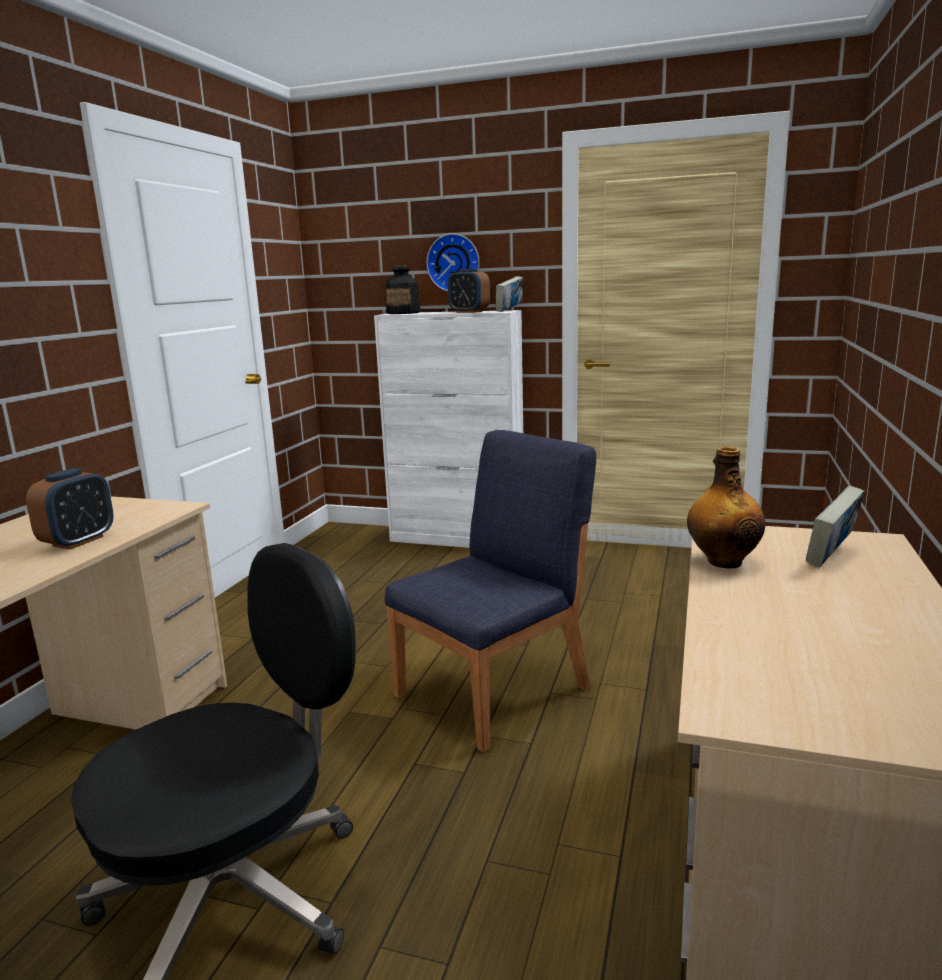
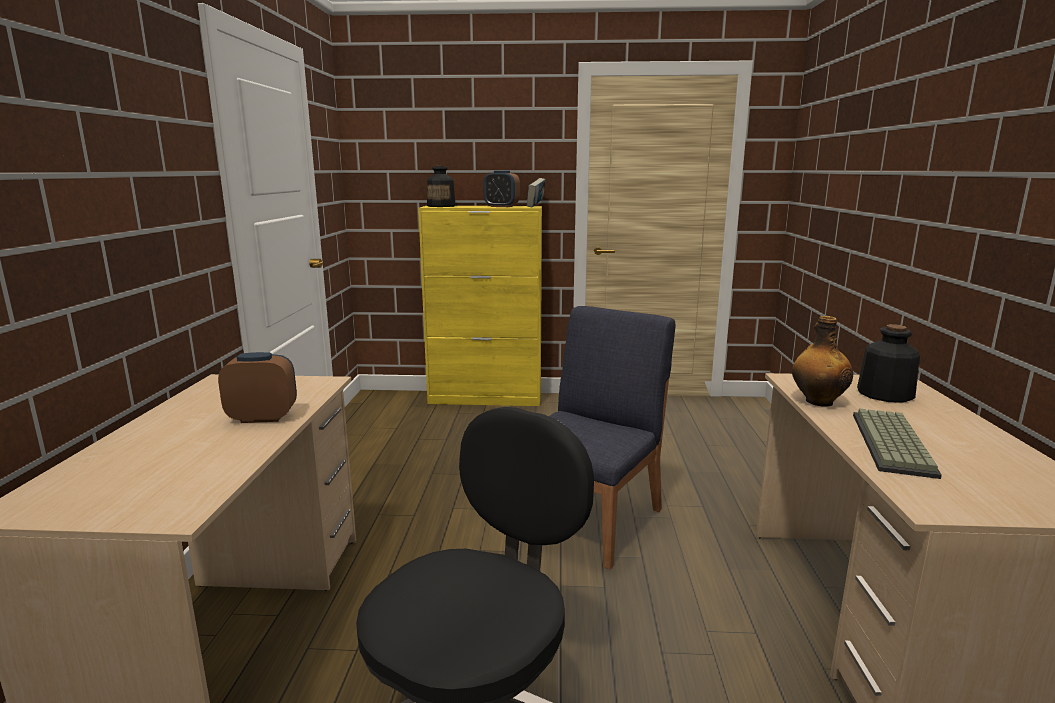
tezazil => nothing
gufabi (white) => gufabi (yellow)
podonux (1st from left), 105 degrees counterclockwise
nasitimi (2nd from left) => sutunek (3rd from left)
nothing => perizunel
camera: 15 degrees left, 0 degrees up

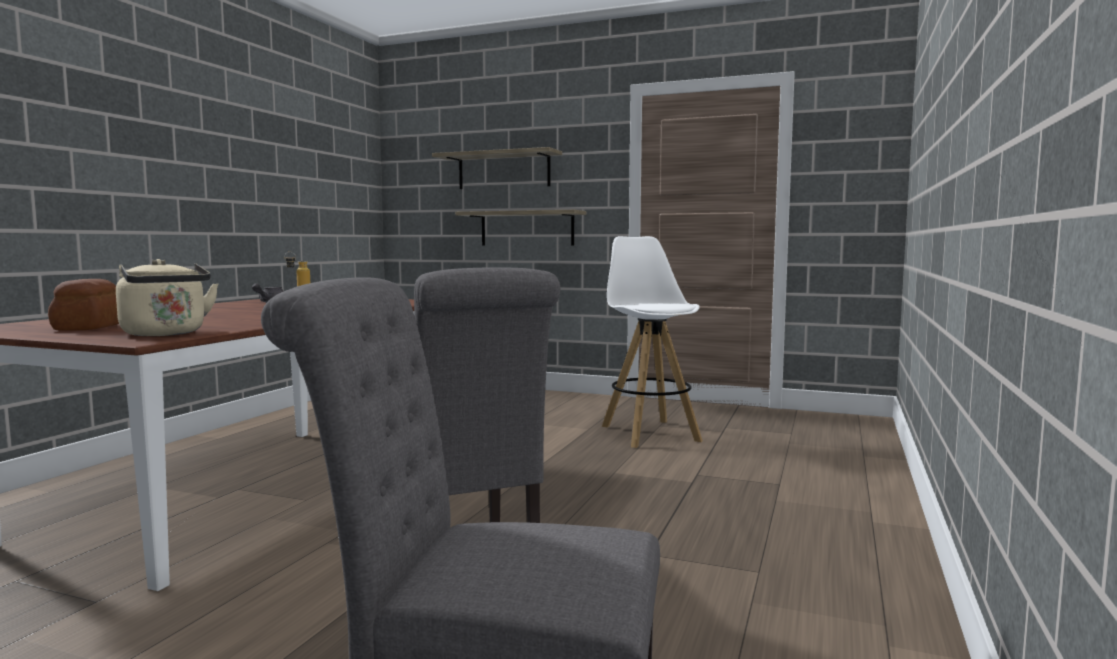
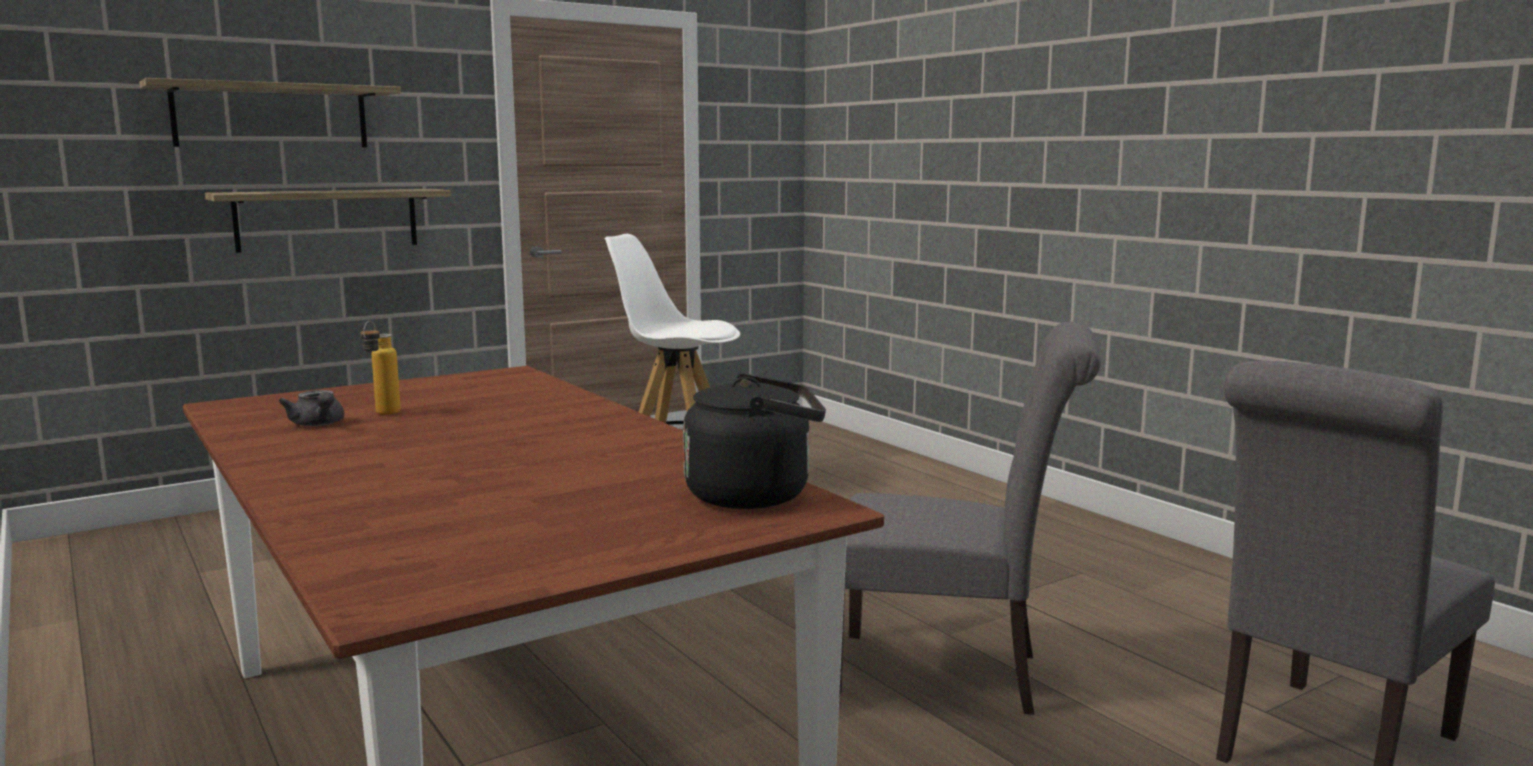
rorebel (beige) => rorebel (black)
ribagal => nothing
camera: 55 degrees left, 5 degrees up

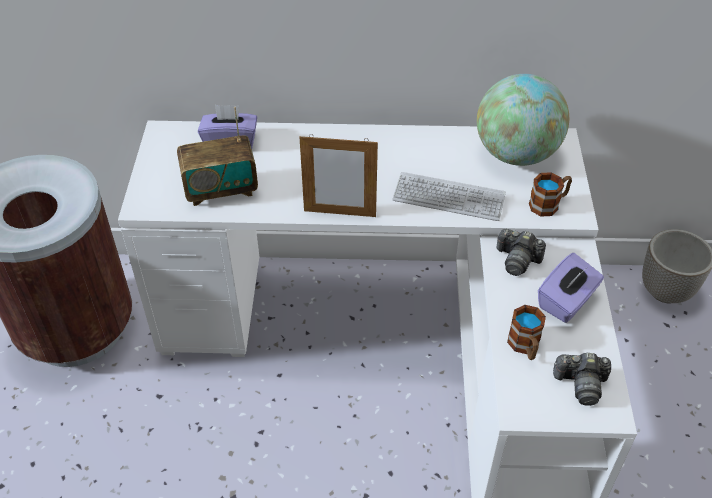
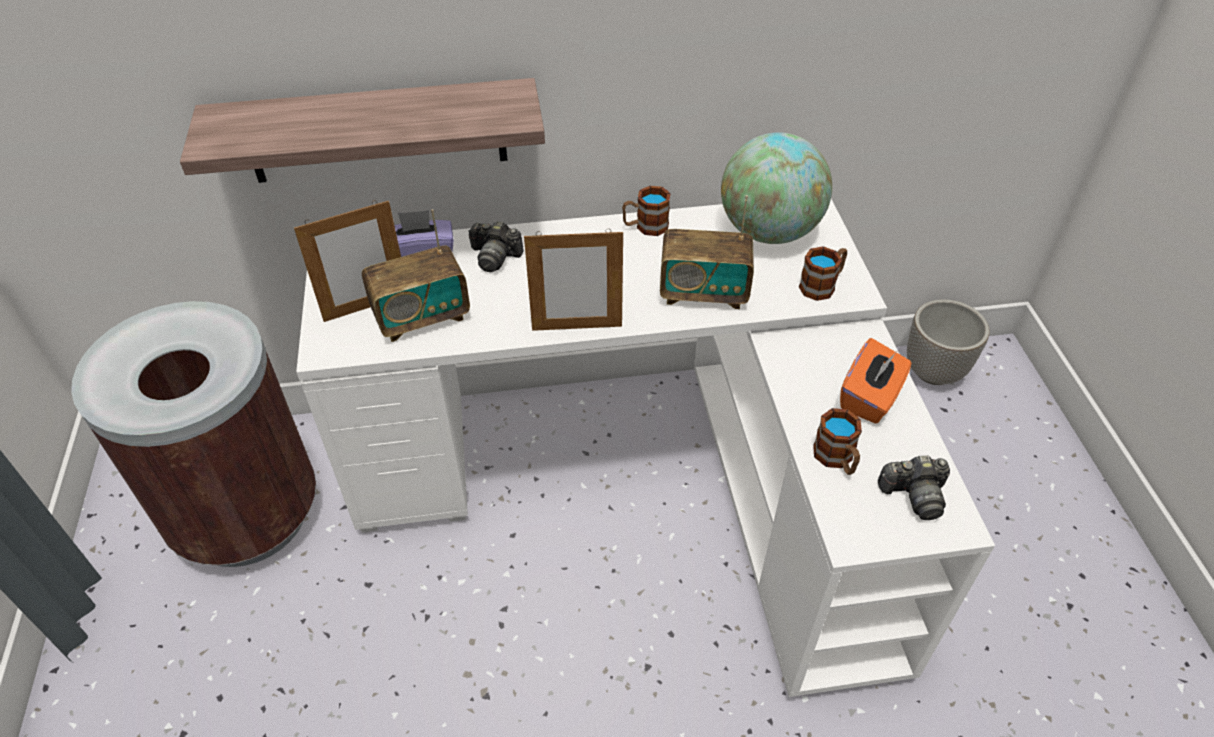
perizunel => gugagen (2nd from left)
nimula (1st from left), moved
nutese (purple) (2nd from left) => nutese (orange)
nothing => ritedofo
nothing => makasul (1st from left)
nothing => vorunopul (1st from left)
camera: 10 degrees left, 0 degrees up

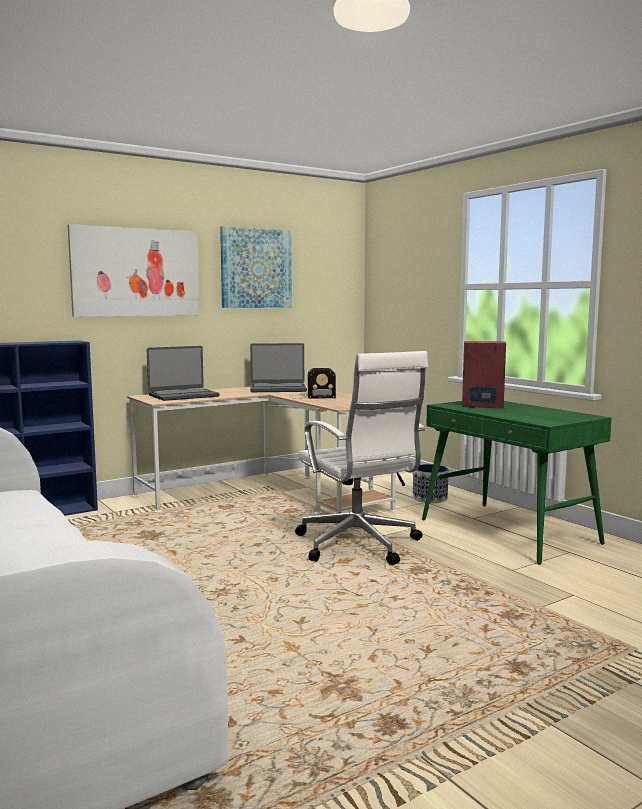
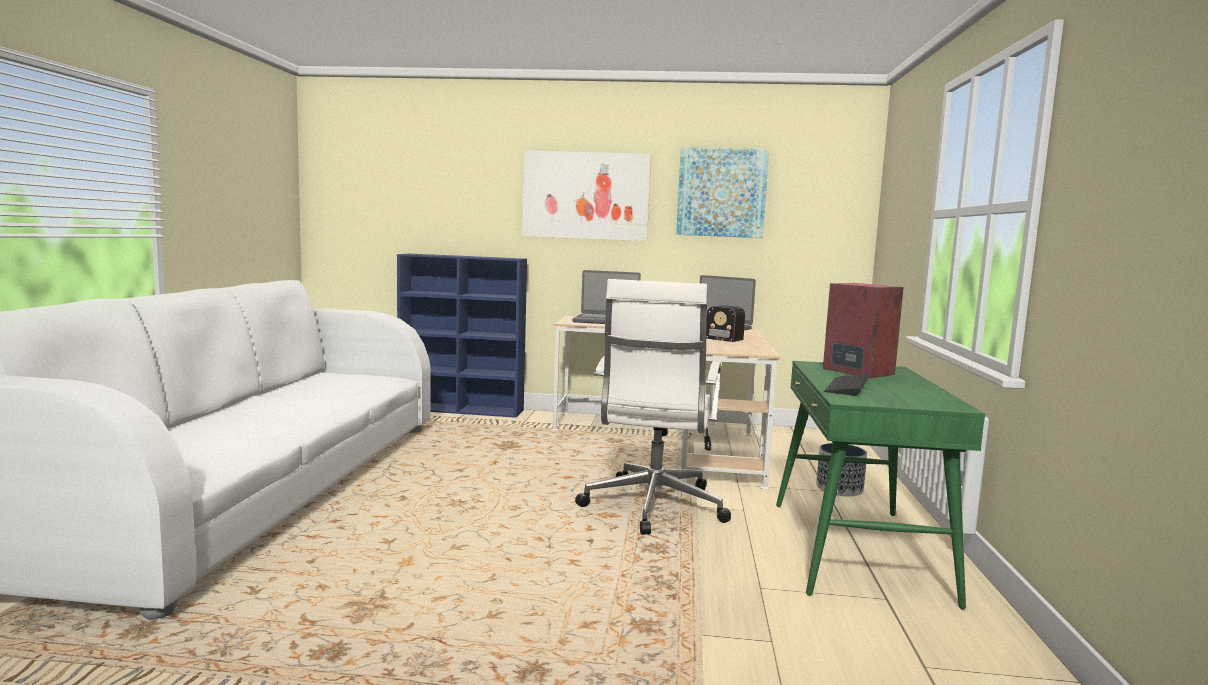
nothing => perizunel
camera: 40 degrees right, 0 degrees up

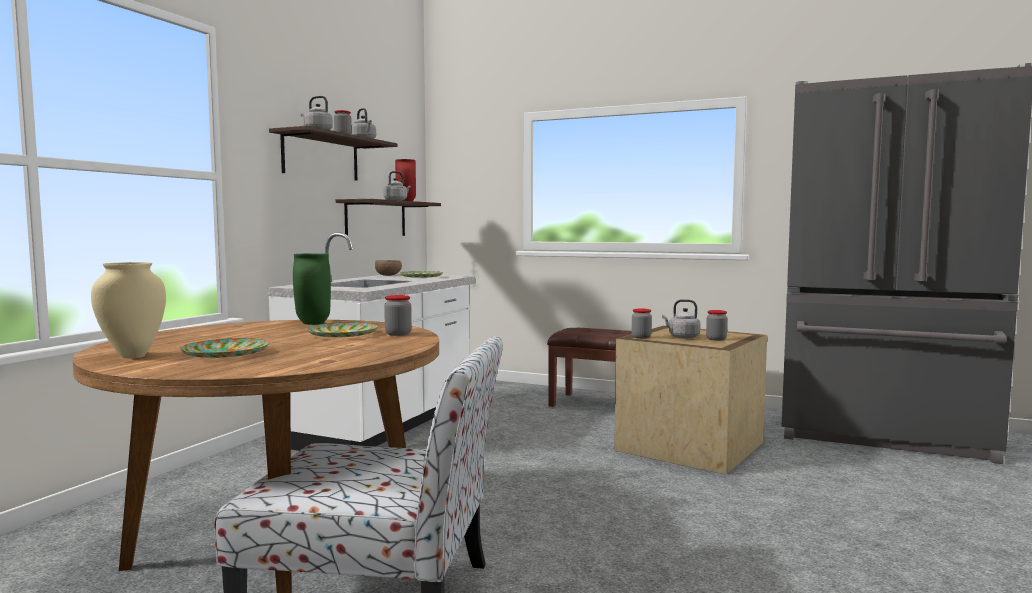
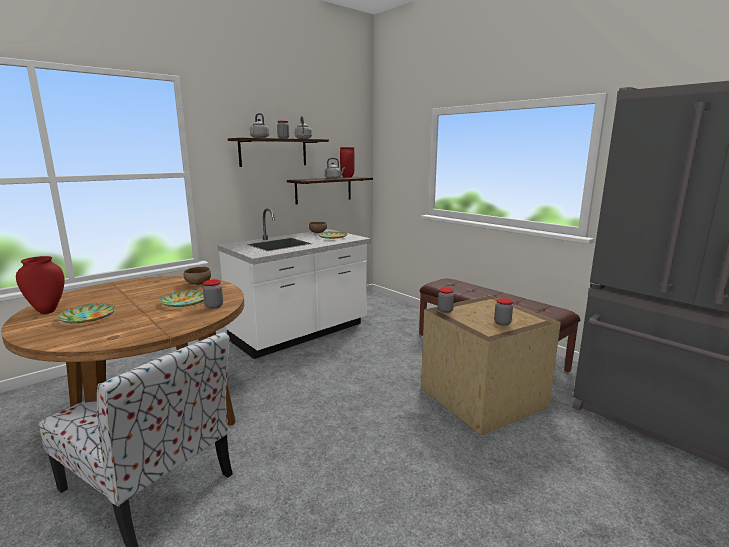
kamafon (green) => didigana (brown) (1st from left)
kamafon (beige) => kamafon (red) (1st from left)
rorebel (grey) (4th from left) => nothing
camera: 25 degrees right, 10 degrees up

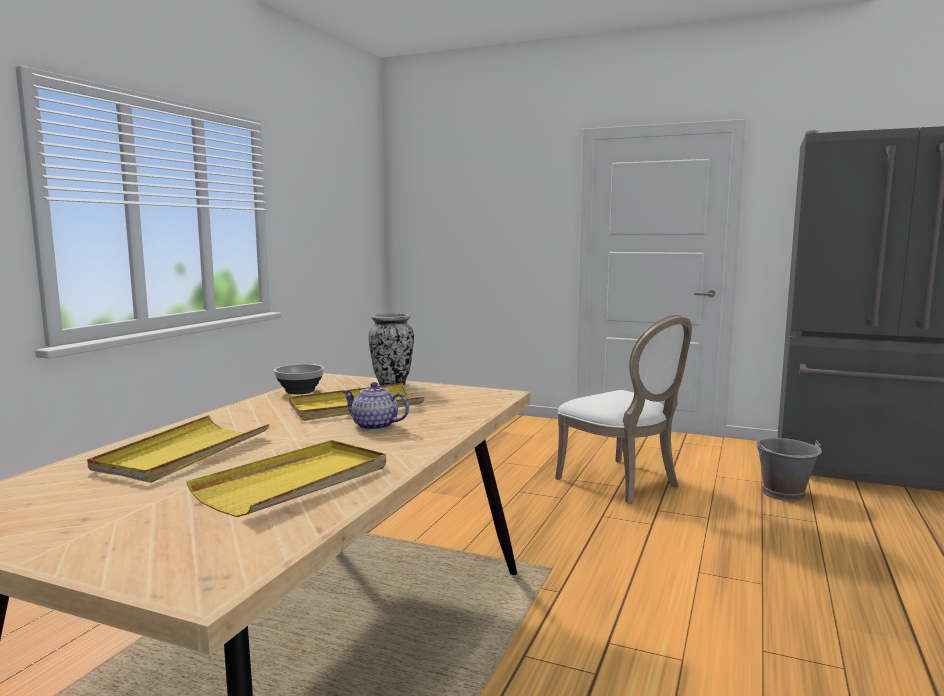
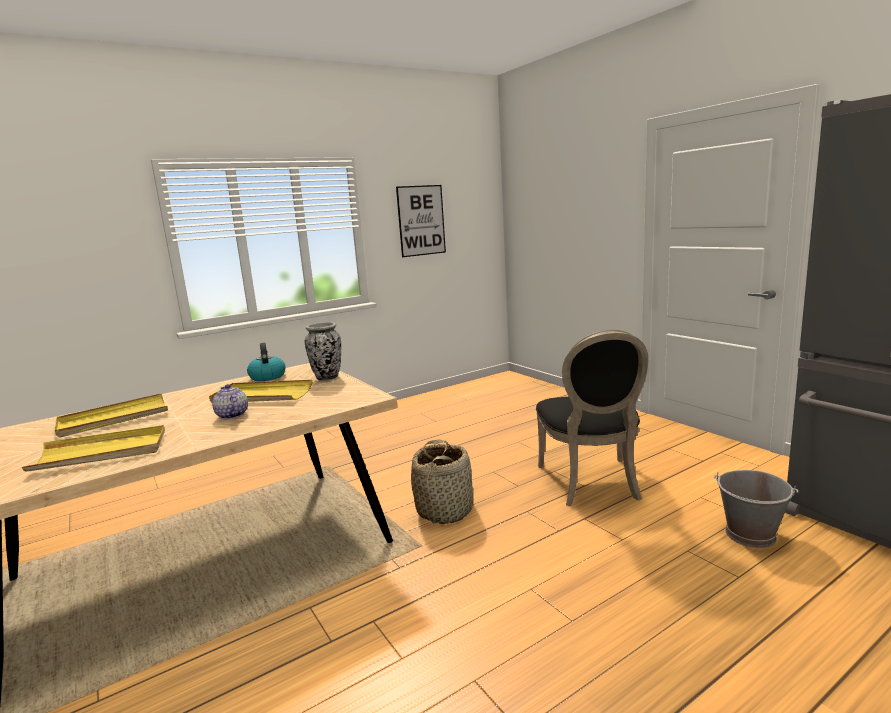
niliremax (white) => niliremax (black)
didigana => rorebel
nothing => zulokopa
nothing => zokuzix
camera: 35 degrees right, 5 degrees up

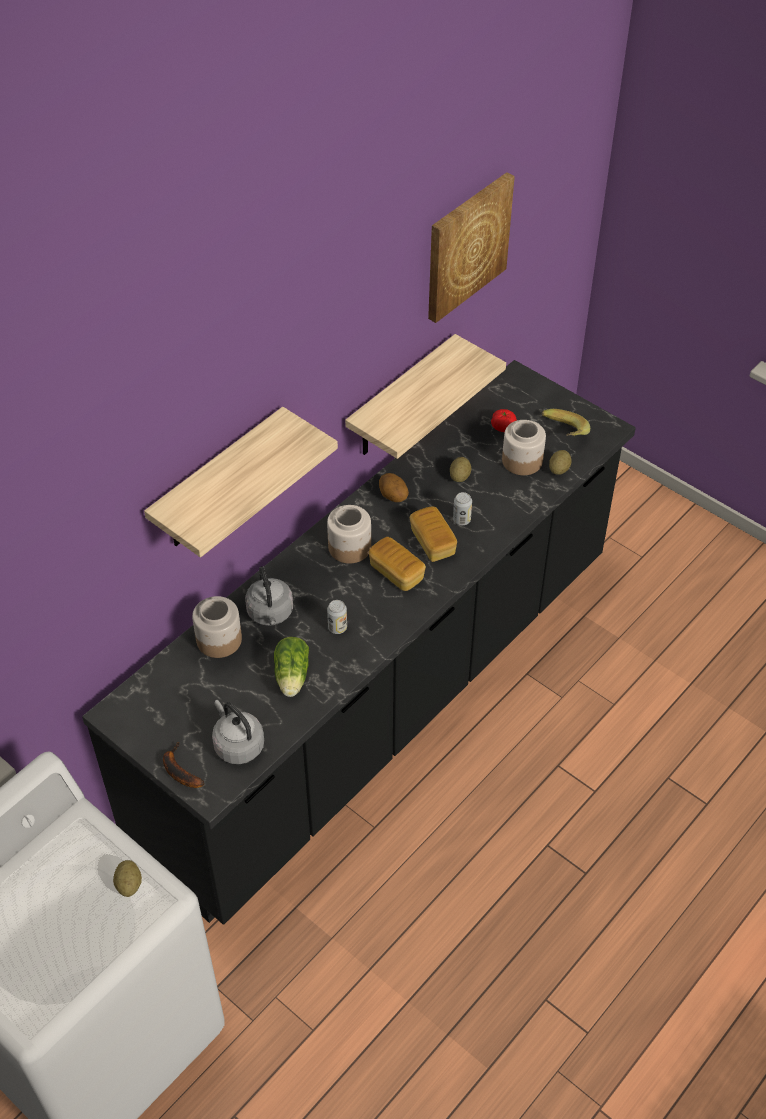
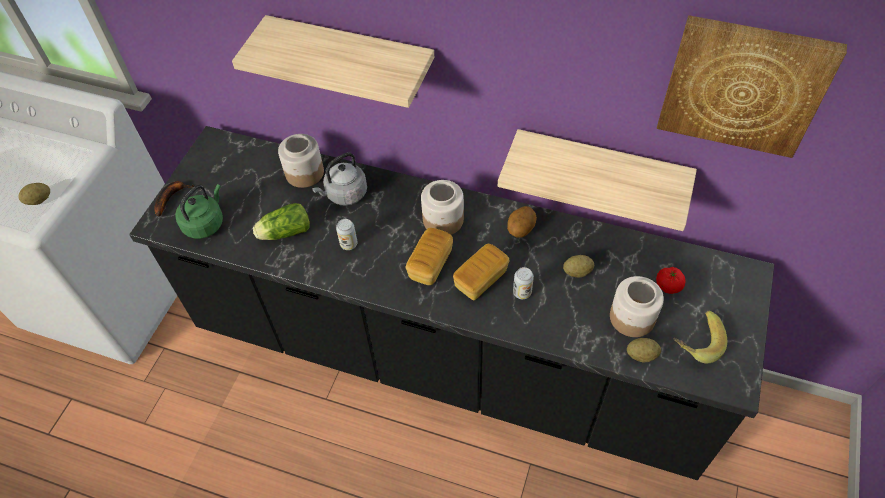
rorebel (grey) (1st from left) => rorebel (green)
camera: 70 degrees right, 5 degrees up

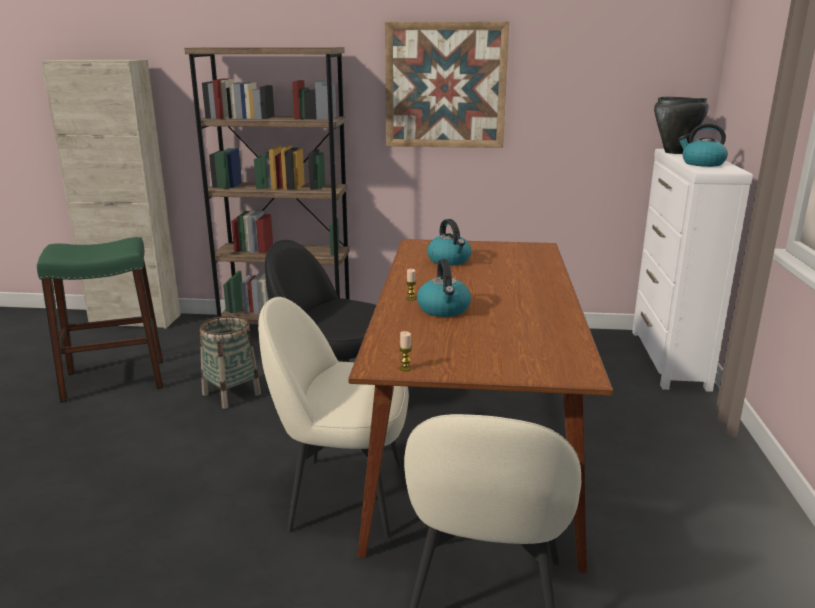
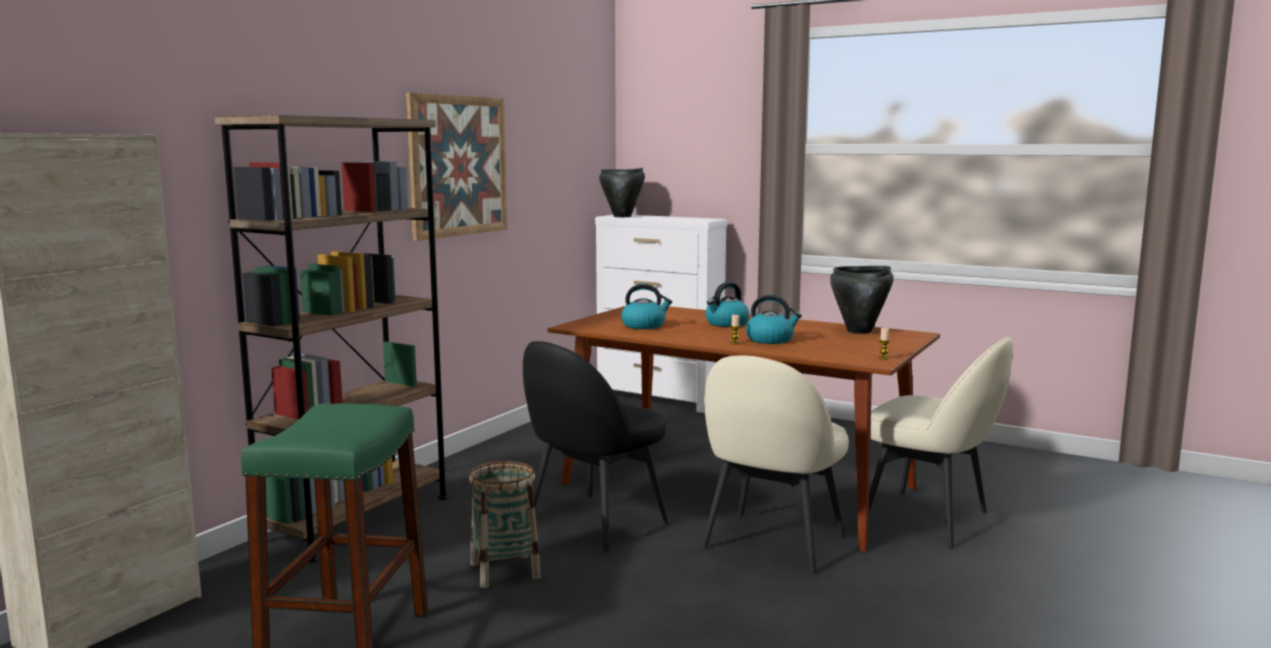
rorebel (3rd from left in the first image) => rorebel (2nd from left), moved
nothing => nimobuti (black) (2nd from left)
camera: 65 degrees left, 10 degrees down

